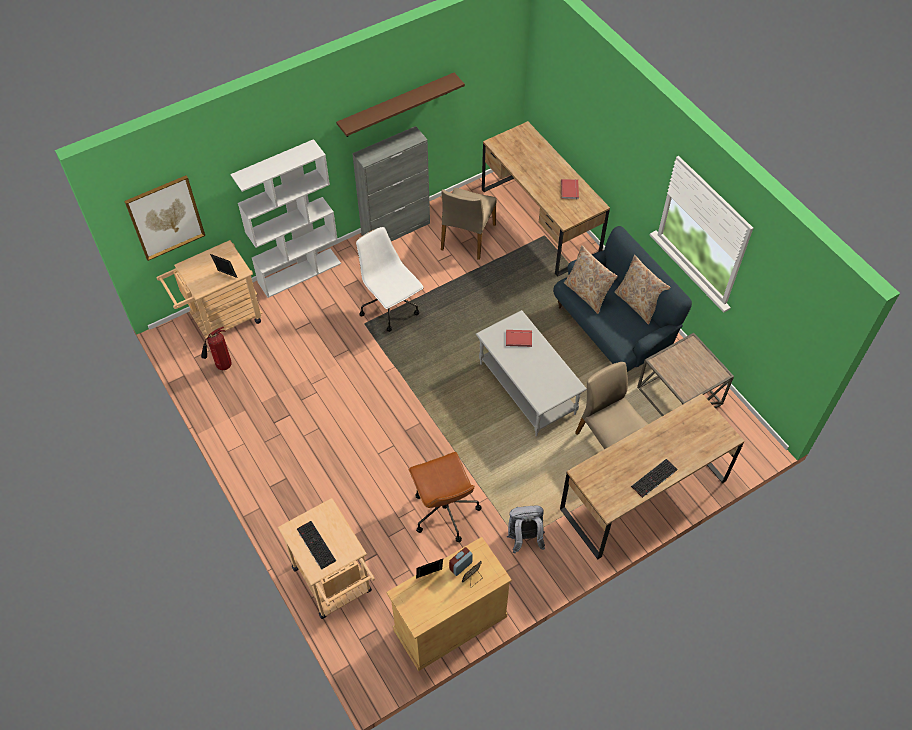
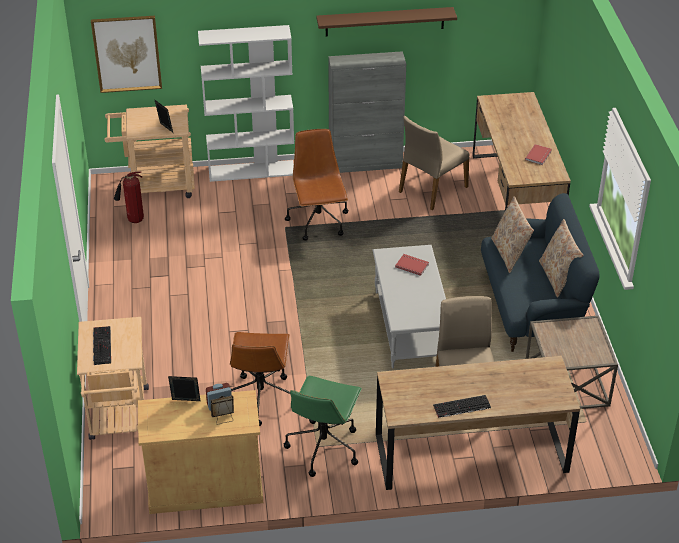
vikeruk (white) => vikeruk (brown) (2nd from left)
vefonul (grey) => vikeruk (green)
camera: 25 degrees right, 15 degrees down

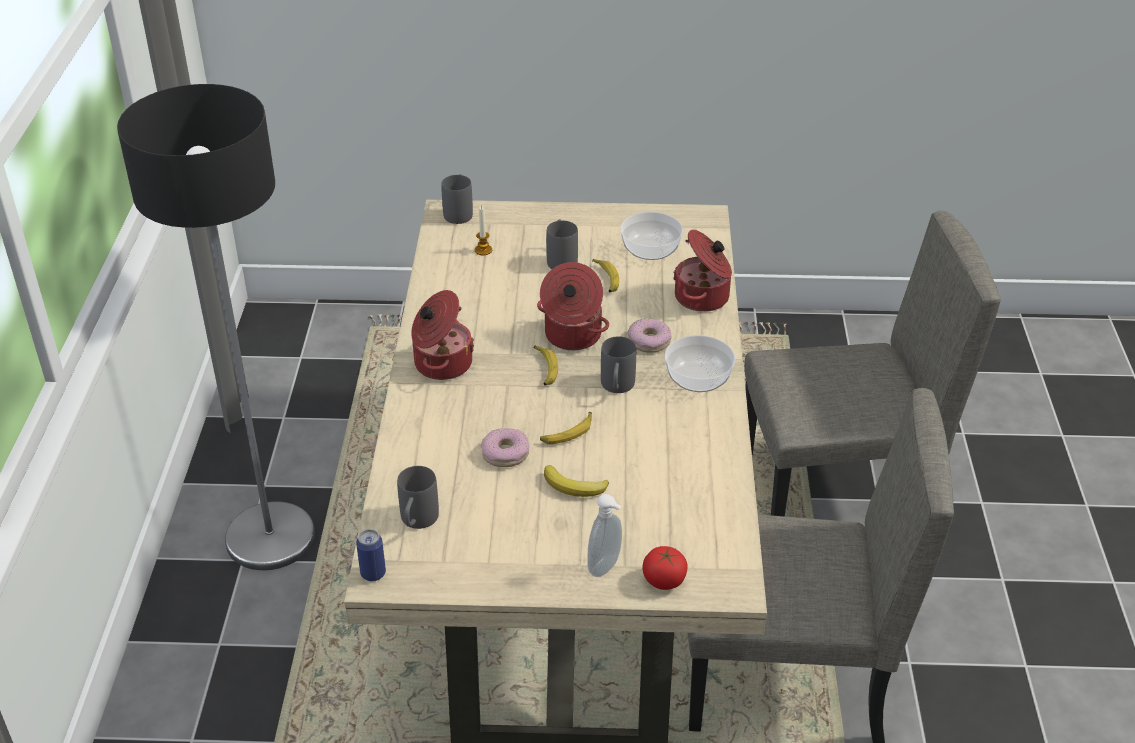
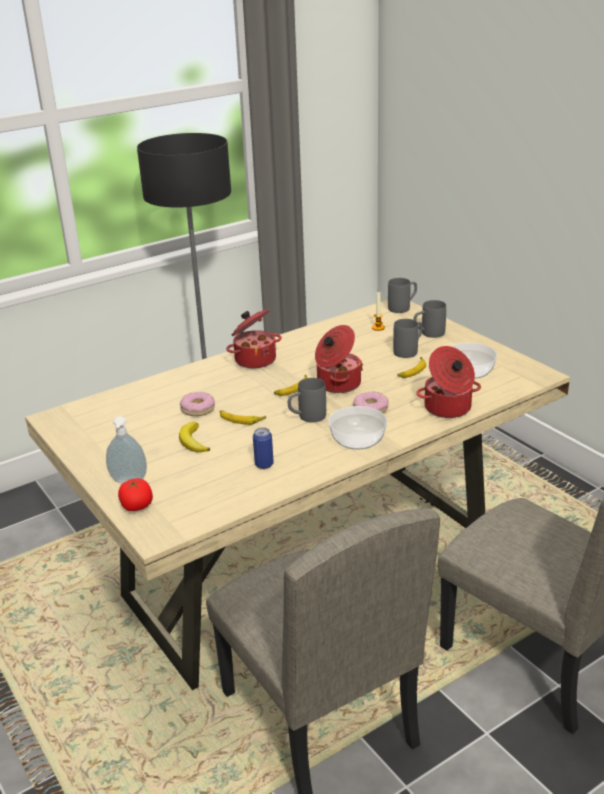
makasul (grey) (1st from left in the first image) => makasul (grey) (4th from left), moved
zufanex, moved
camera: 55 degrees right, 10 degrees down

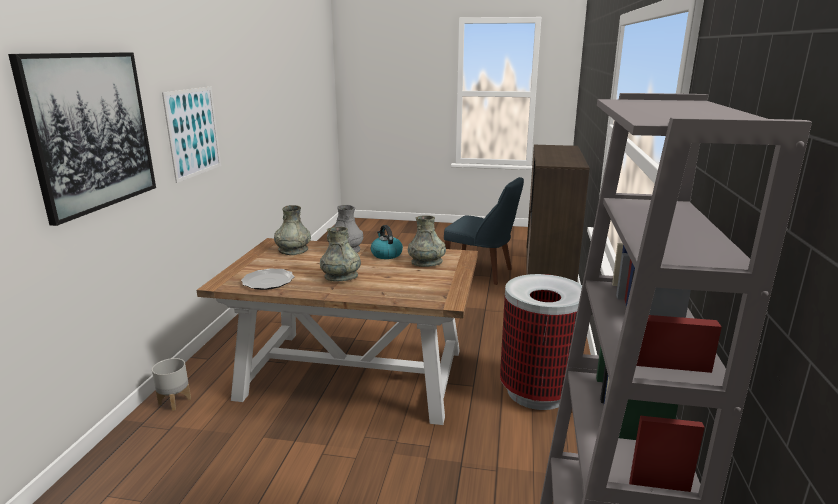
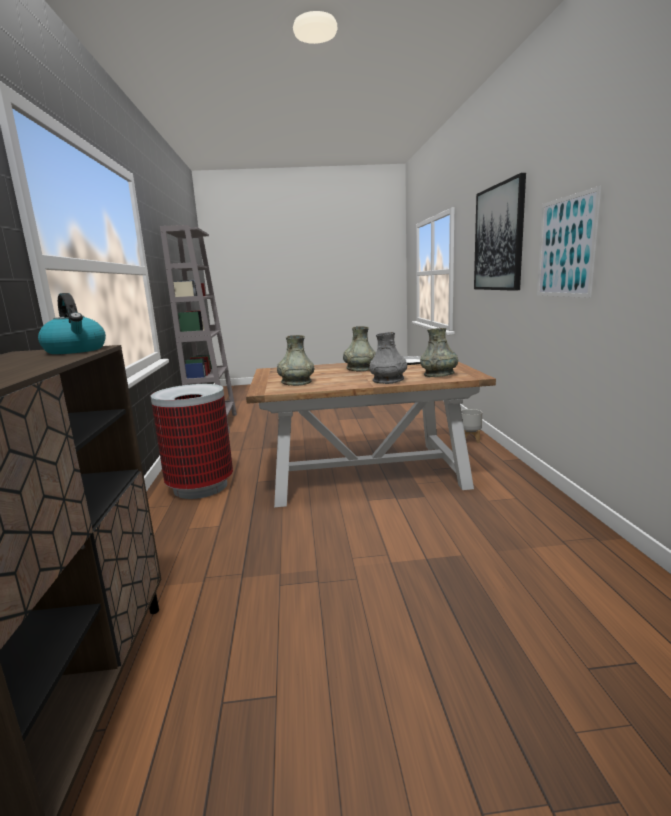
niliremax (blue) => nothing
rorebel, moved
camera: 165 degrees right, 5 degrees down

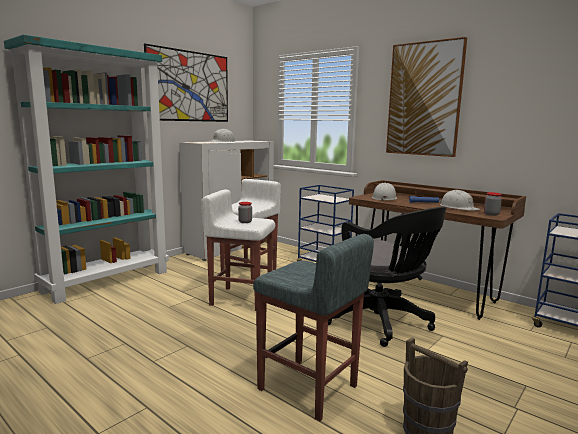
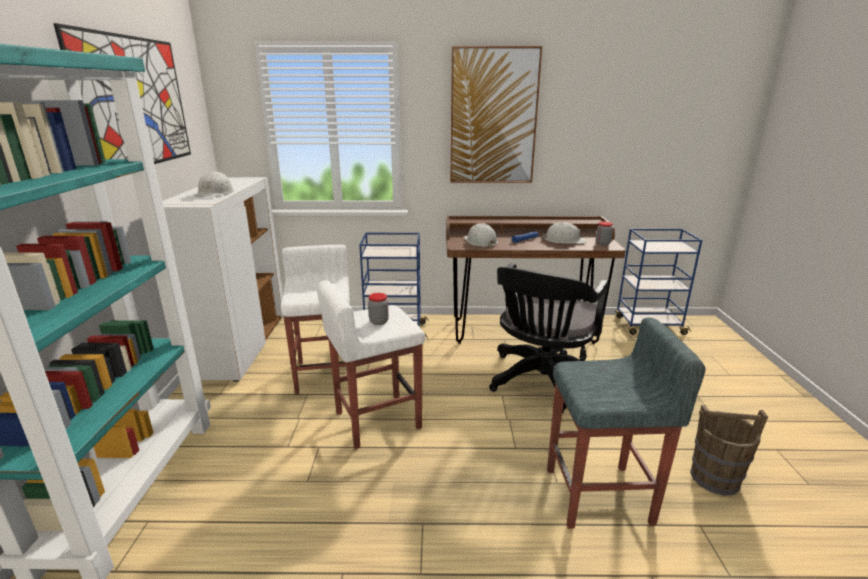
vikeruk (black), 105 degrees clockwise
camera: 40 degrees left, 10 degrees up

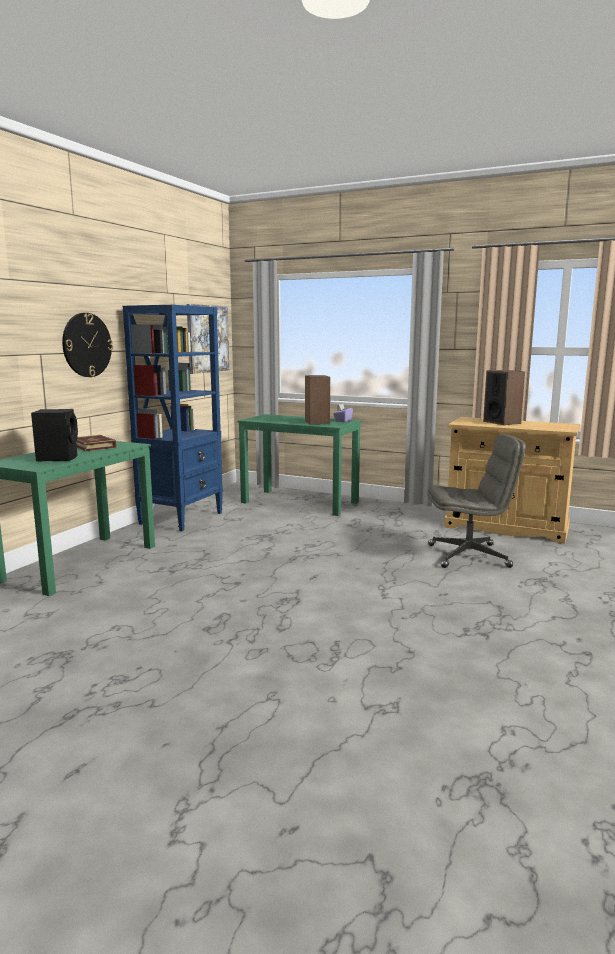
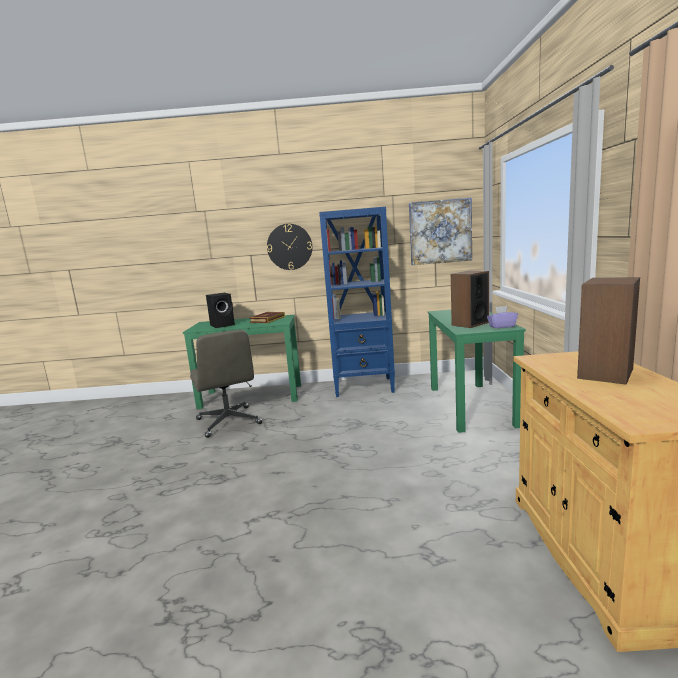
vikeruk (grey), moved
camera: 65 degrees right, 0 degrees up

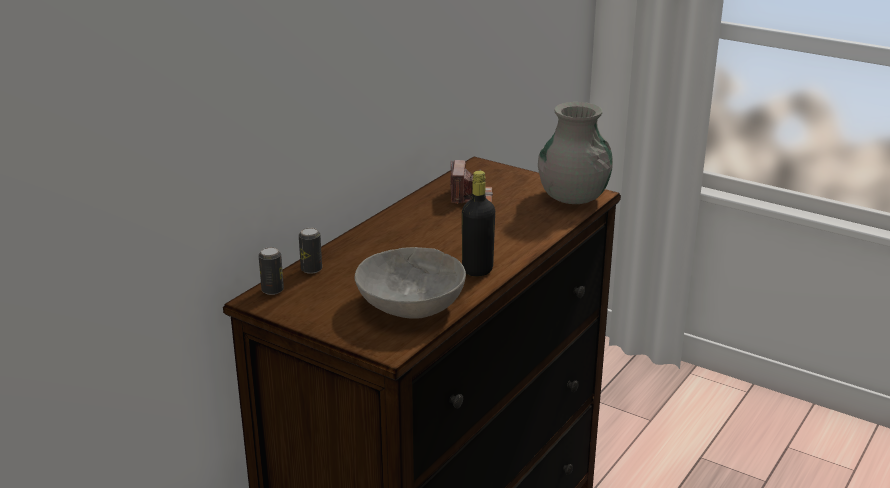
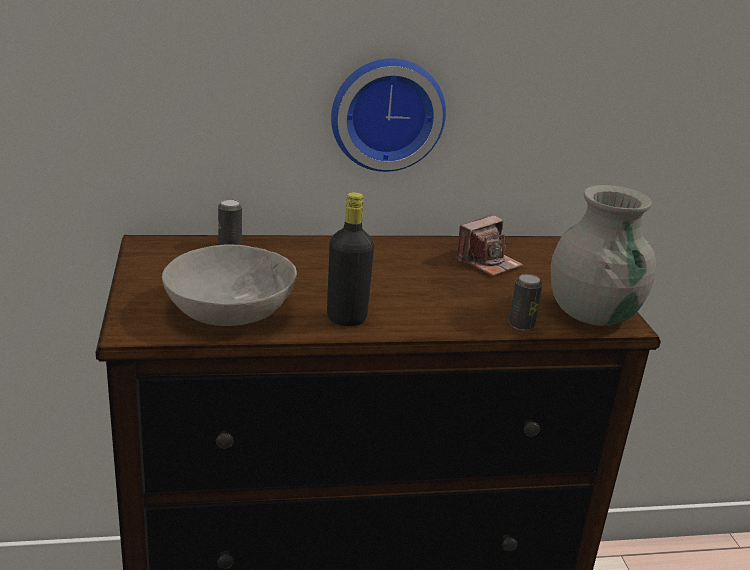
zufanex (1st from left in the first image) => zufanex (2nd from left), moved
nothing => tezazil
camera: 45 degrees right, 0 degrees up

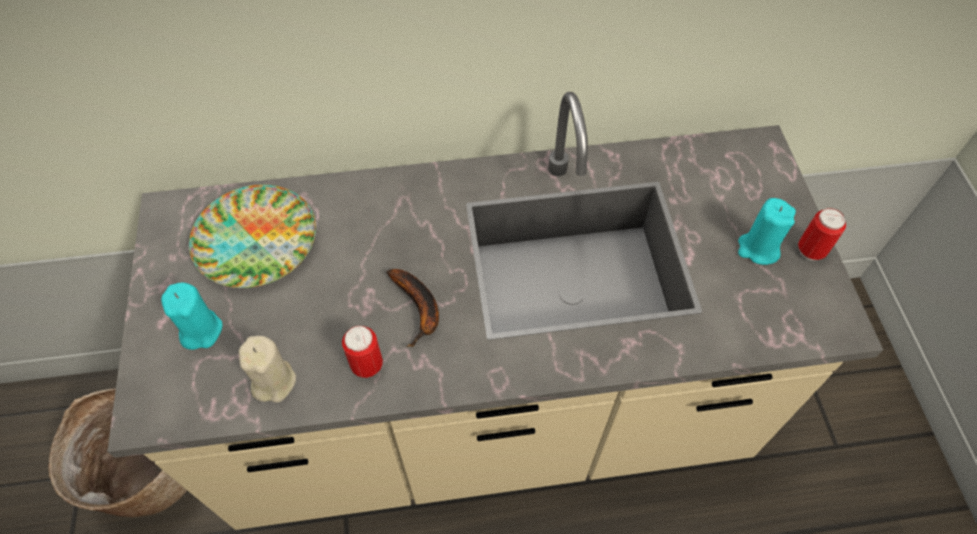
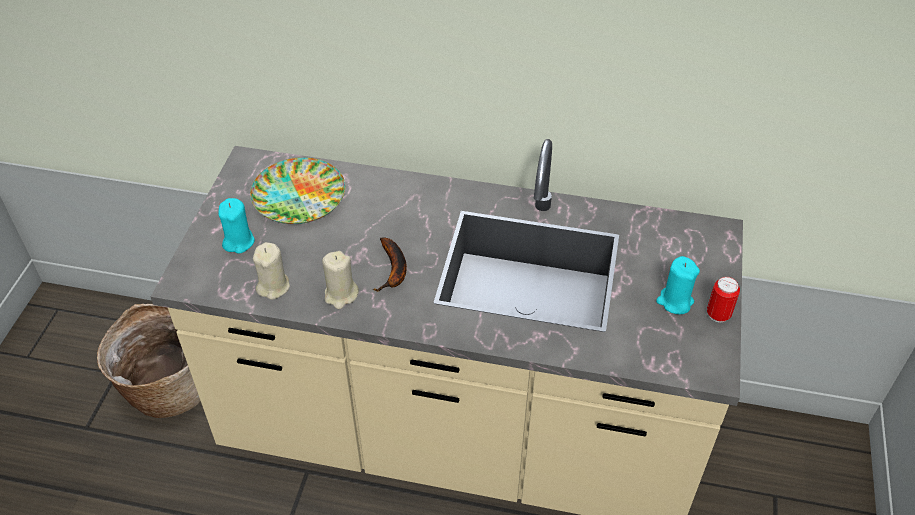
zufanex (1st from left) => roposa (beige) (2nd from left)
camera: 20 degrees right, 10 degrees down

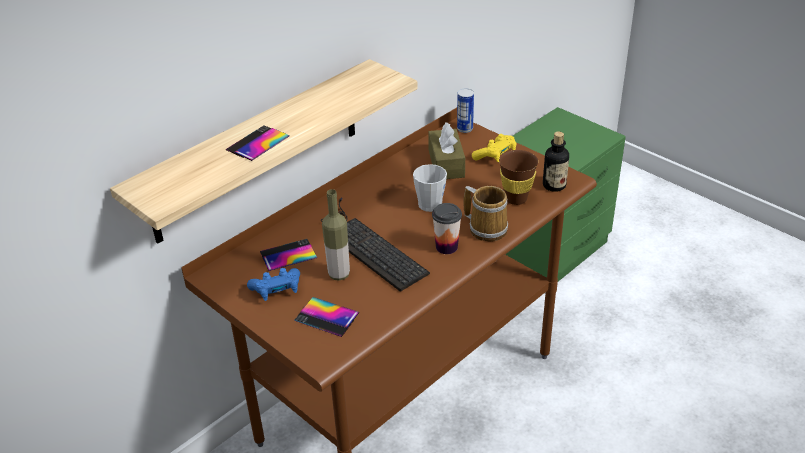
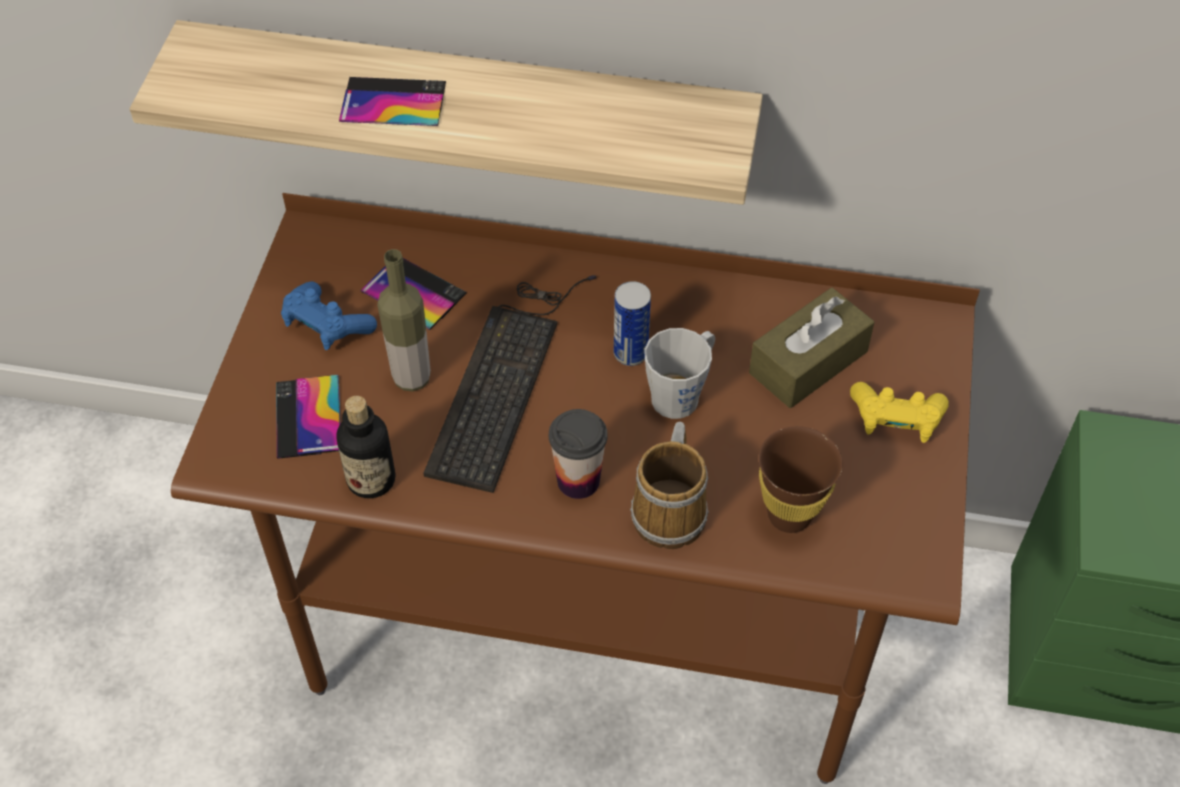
zufanex, moved
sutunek (2nd from left in the first image) => sutunek (1st from left), moved
camera: 55 degrees right, 15 degrees up

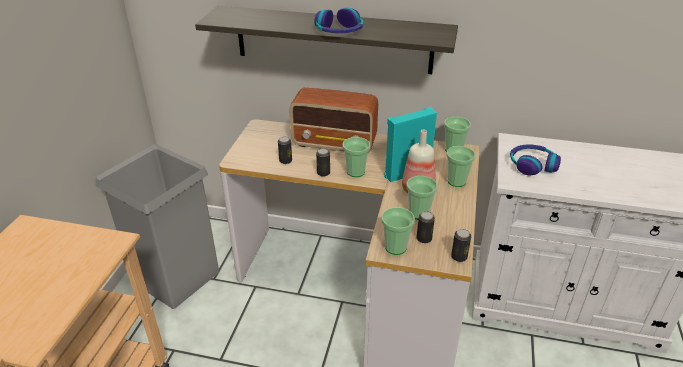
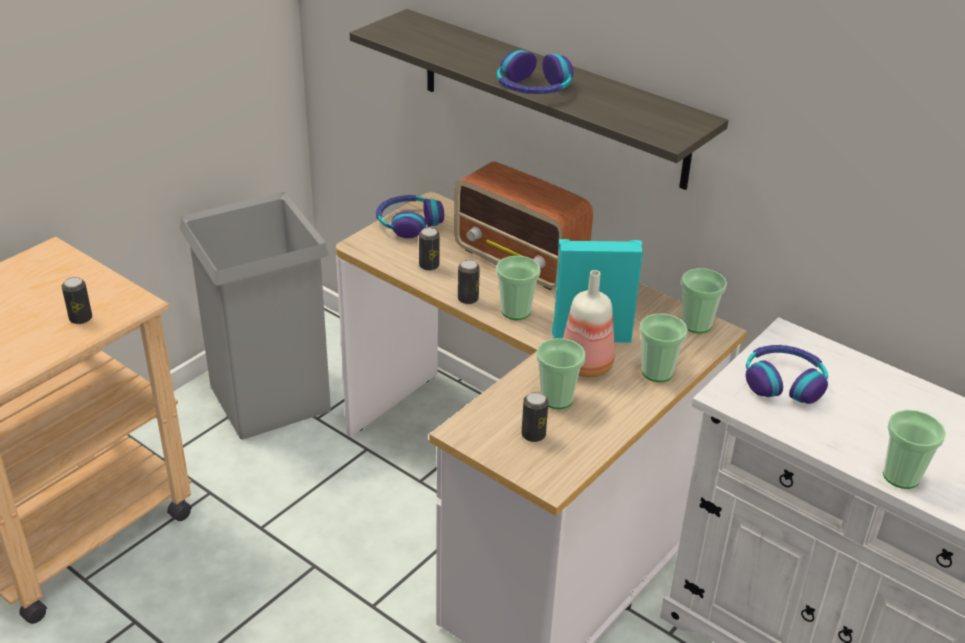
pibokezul (2nd from left in the first image) => pibokezul (5th from left), moved
zufanex (4th from left in the first image) => zufanex (1st from left), moved
nothing => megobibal (1st from left)
camera: 25 degrees right, 0 degrees up

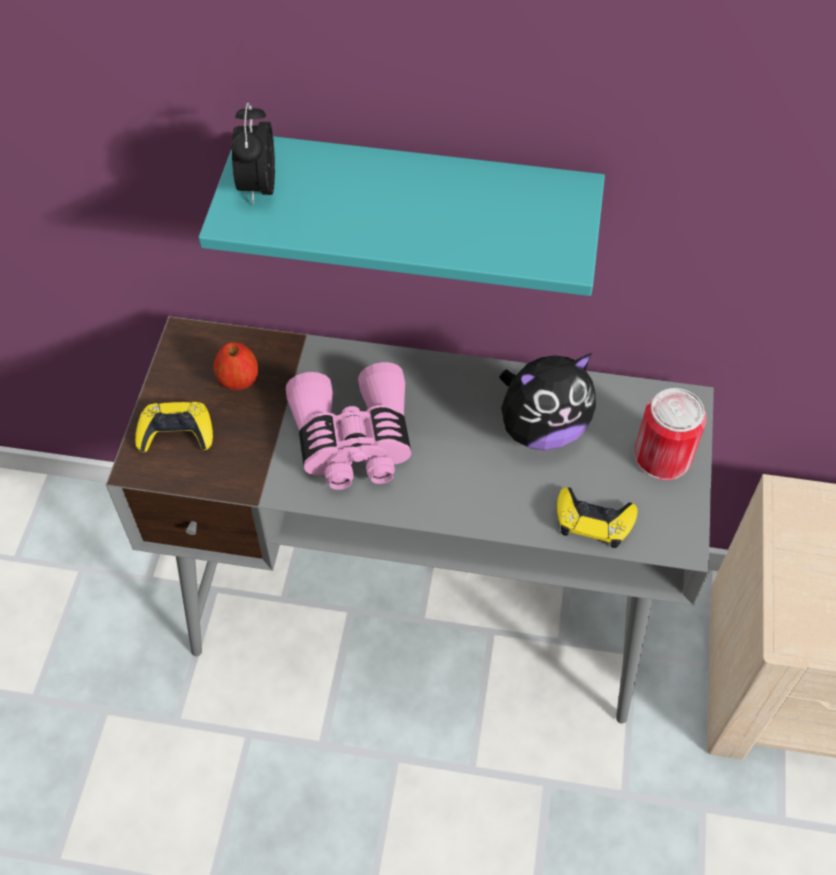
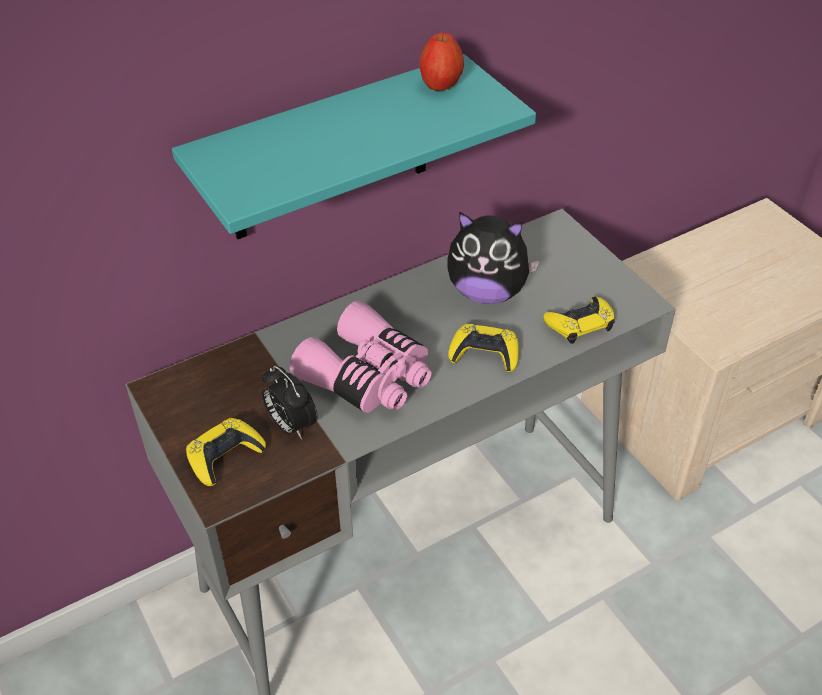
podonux, moved
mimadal, moved
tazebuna, 75 degrees clockwise
zufanex => nothing
nothing => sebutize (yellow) (2nd from left)
camera: 40 degrees left, 10 degrees down

